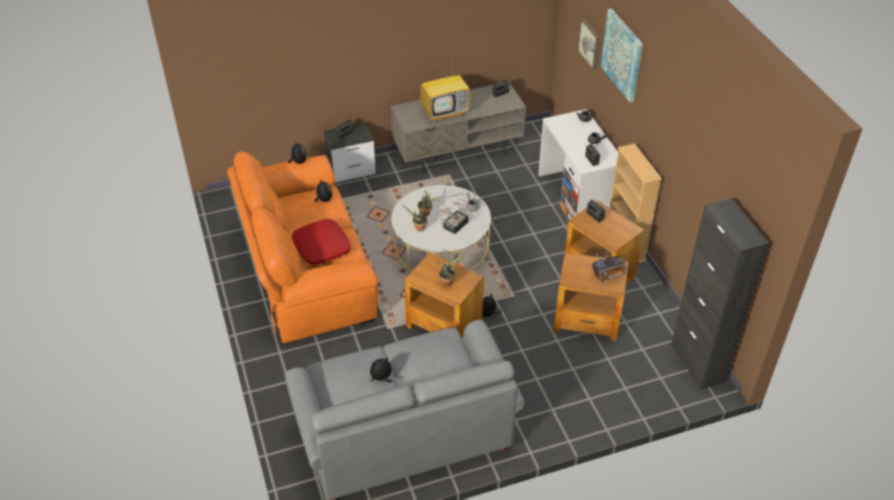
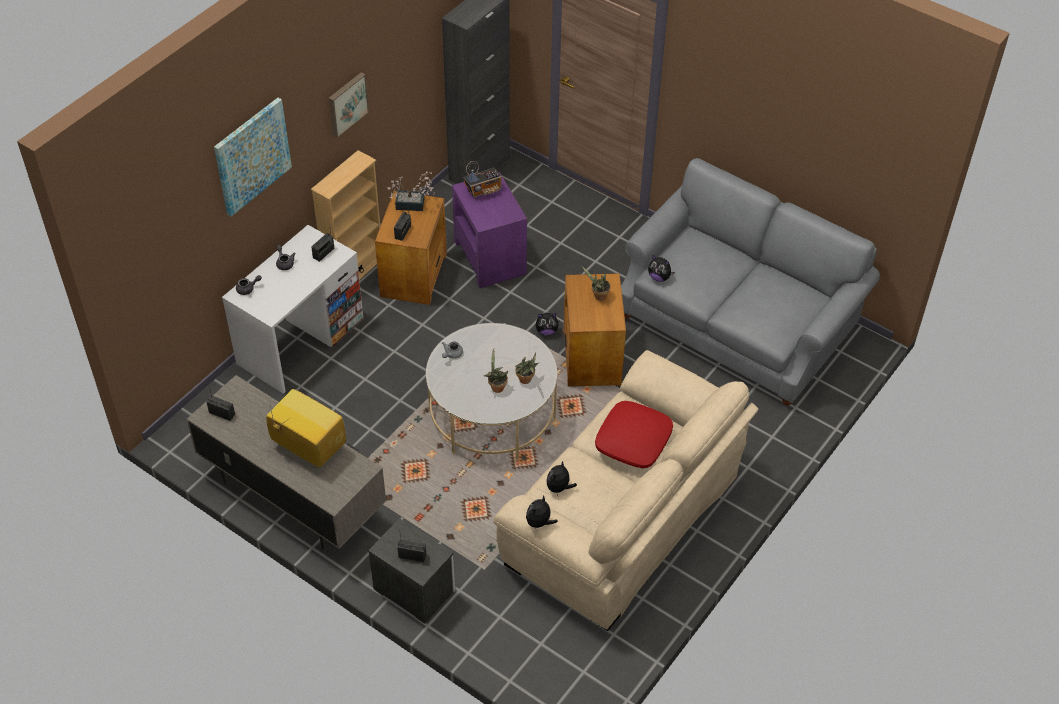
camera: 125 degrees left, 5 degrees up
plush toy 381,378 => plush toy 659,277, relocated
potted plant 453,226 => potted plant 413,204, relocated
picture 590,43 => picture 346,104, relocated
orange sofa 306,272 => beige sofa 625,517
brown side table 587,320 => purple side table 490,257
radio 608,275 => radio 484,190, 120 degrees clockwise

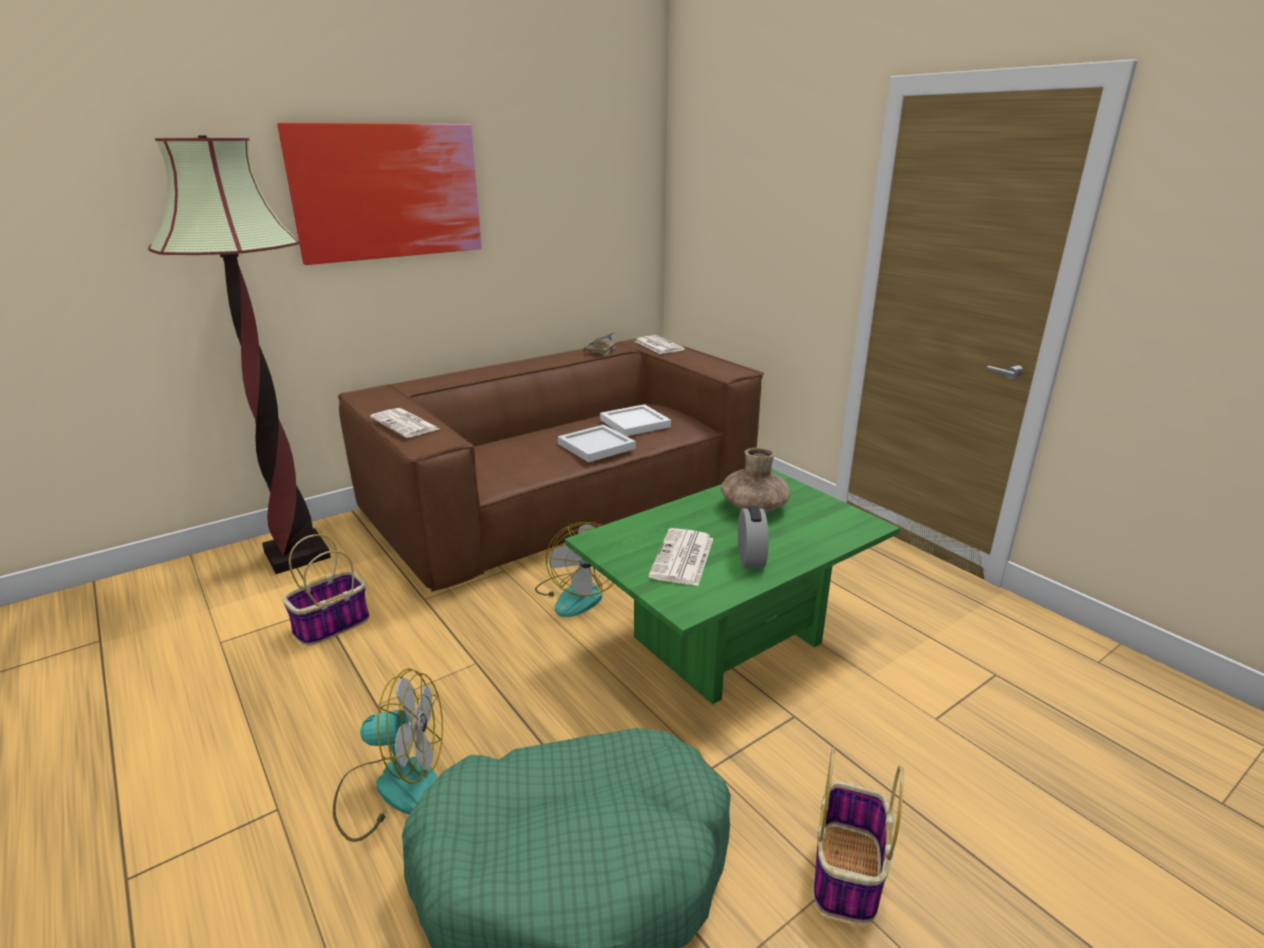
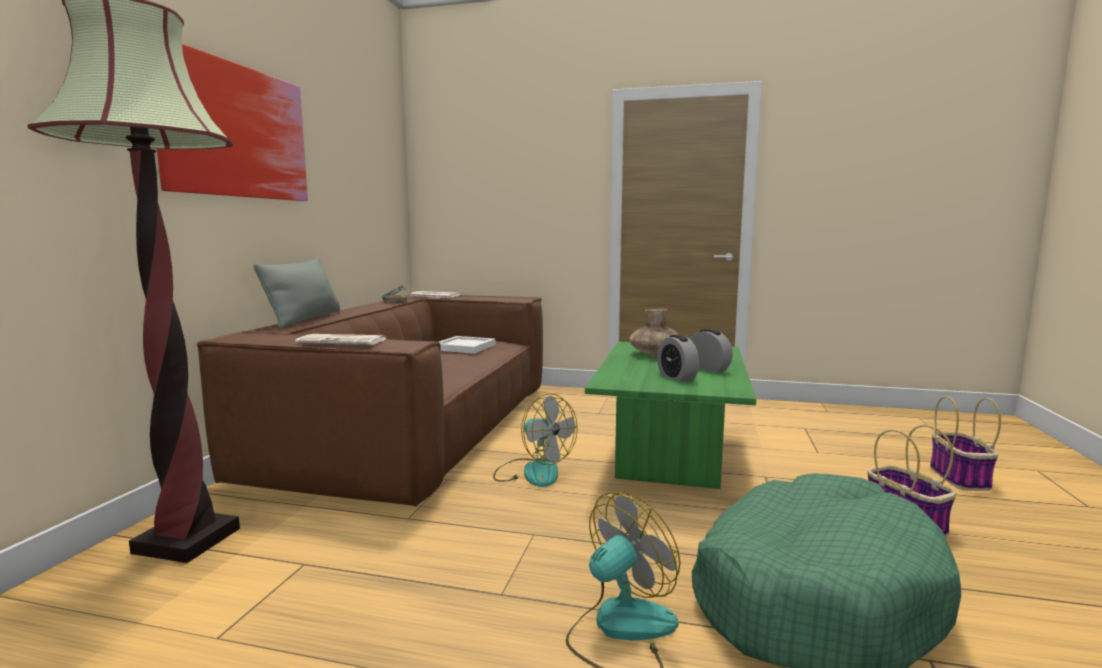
camera: 40 degrees left, 15 degrees down
white tray 597,446 => nothing
nothing => grey pillow 305,319
basket 331,626 => basket 960,478, relocated
newspaper 683,558 => alarm clock 677,377

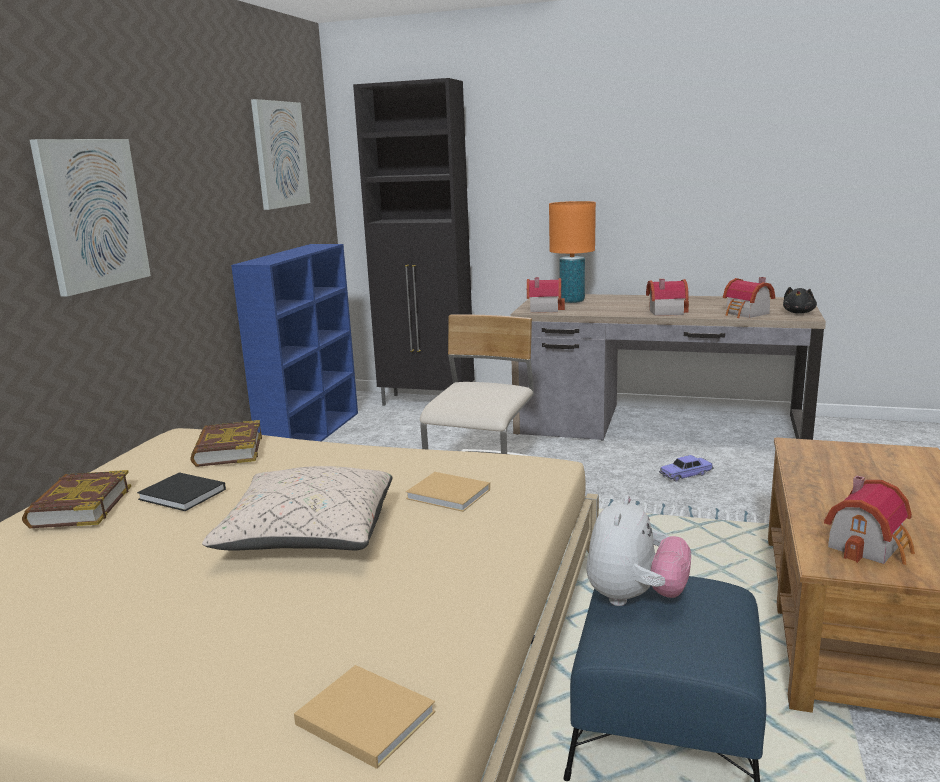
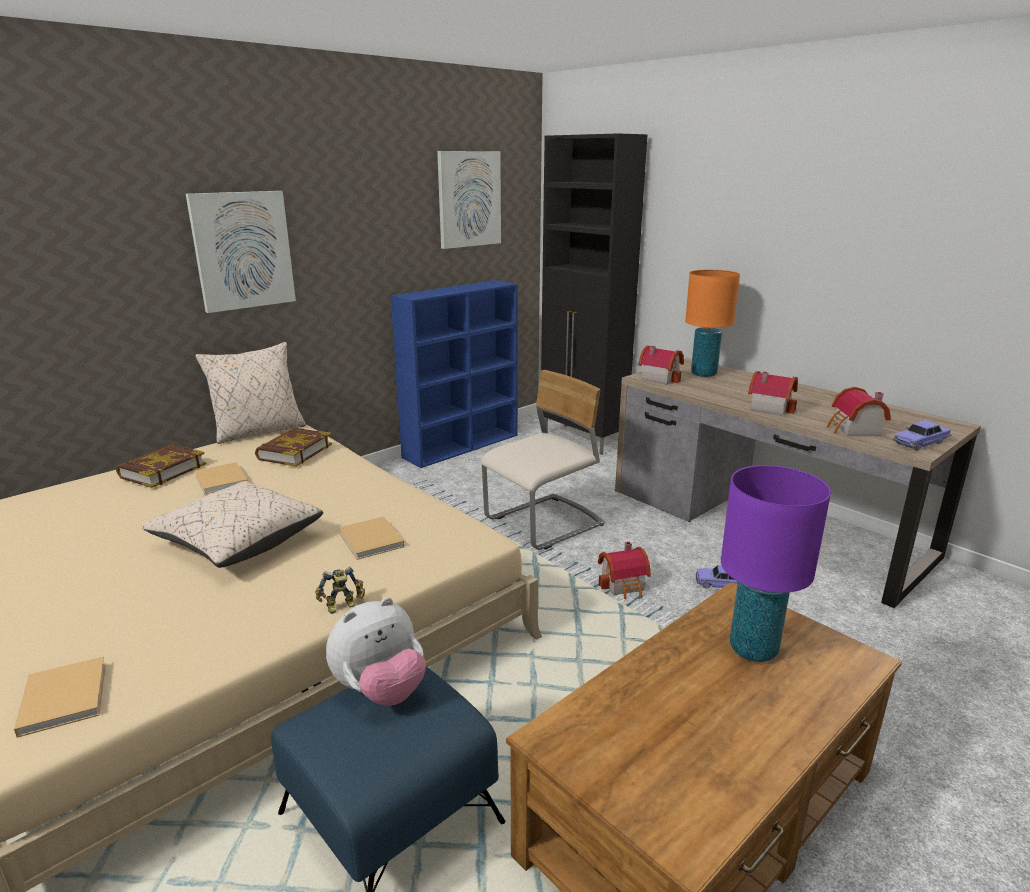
camera: 30 degrees right, 5 degrees up
nothing => beige pillow 259,431
nothing => toy robot 342,607
nothing => purple table lamp 753,649
toy house 870,546 => toy house 624,585, relocated
black plush toy 799,312 => toy car 920,443
black book 184,495 => beige book 222,481

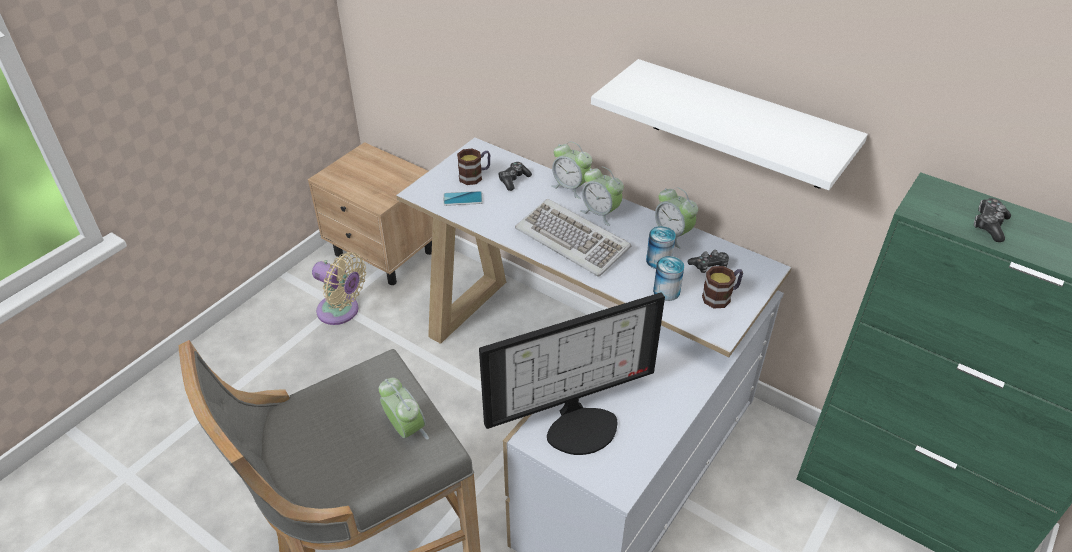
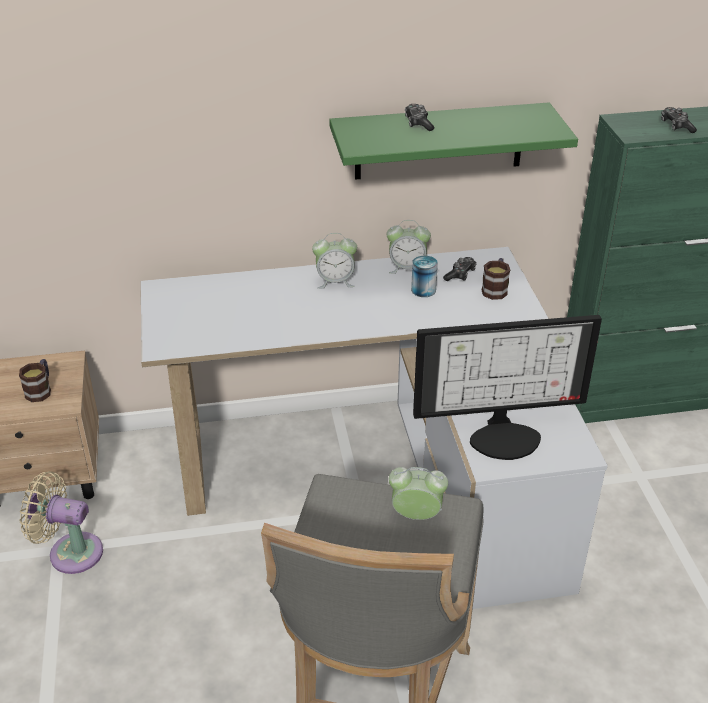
camera: 45 degrees left, 5 degrees down
phone 463,199 => nothing
keyboard 573,240 => nothing
alarm clock 570,187 => nothing
can 666,291 => nothing
mug 475,176 => mug 40,390, relocated
game controller 513,180 => game controller 418,123, relocated
white shelf 739,125 => green shelf 439,141
beige fan 341,311 => beige fan 70,552, 150 degrees counterclockwise
monitor 580,424 => monitor 504,435, 60 degrees clockwise

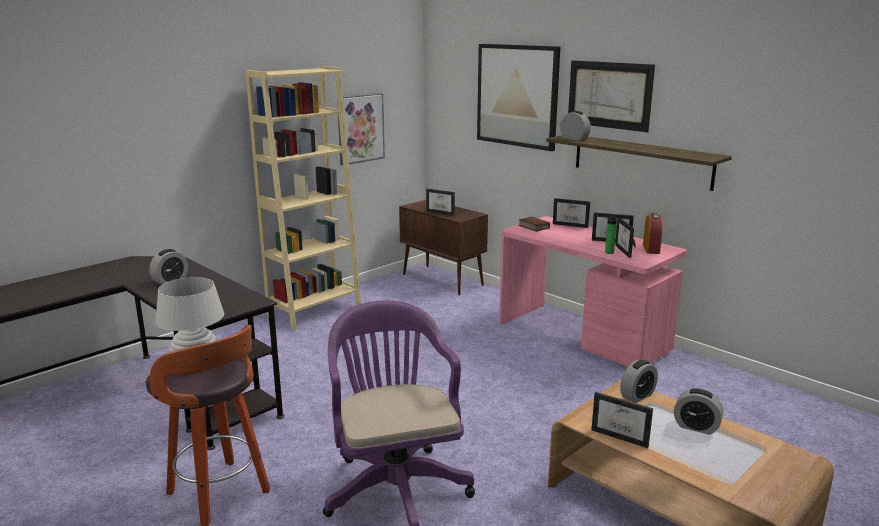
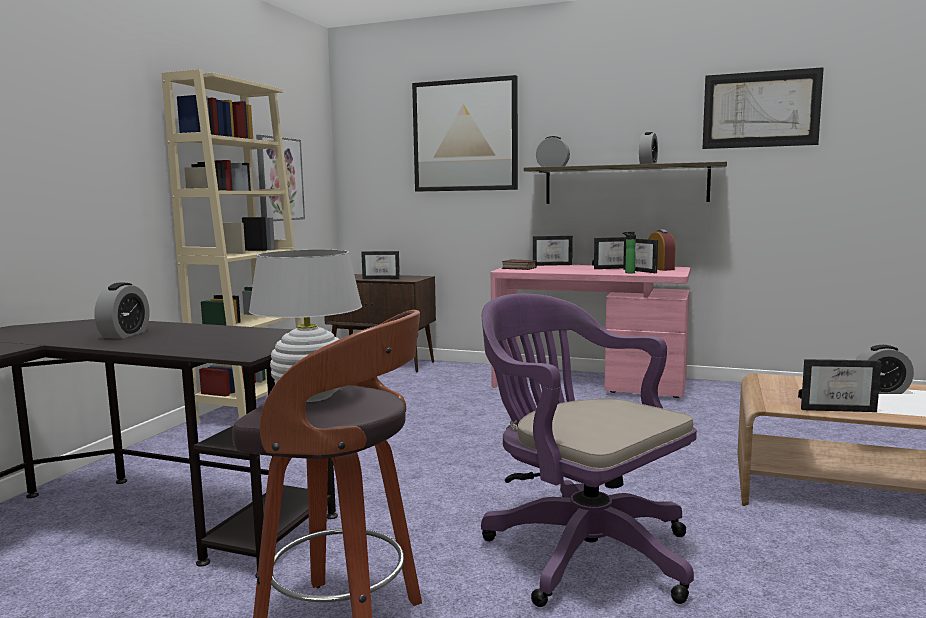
camera: 25 degrees left, 10 degrees down
picture 609,95 => picture 760,109, relocated
alarm clock 637,396 => alarm clock 648,164, relocated

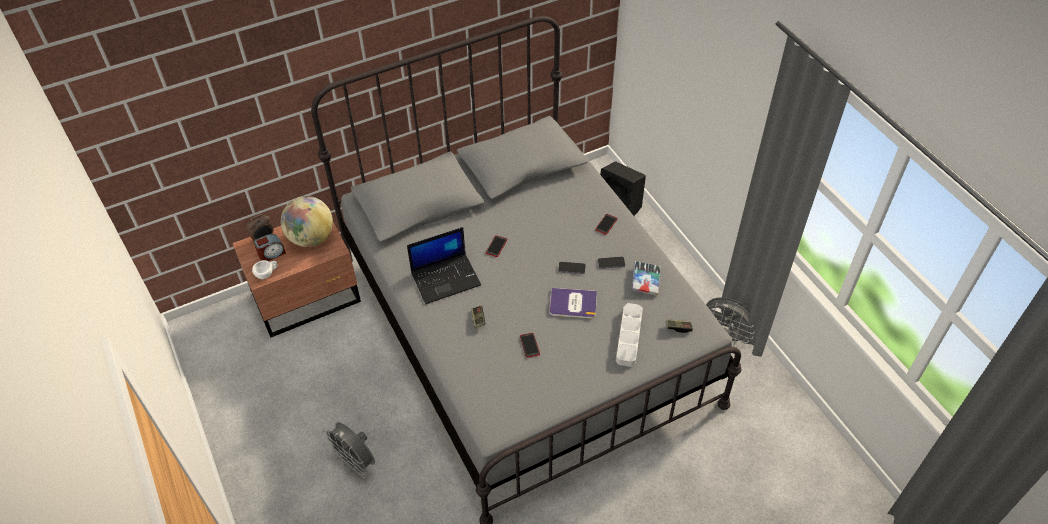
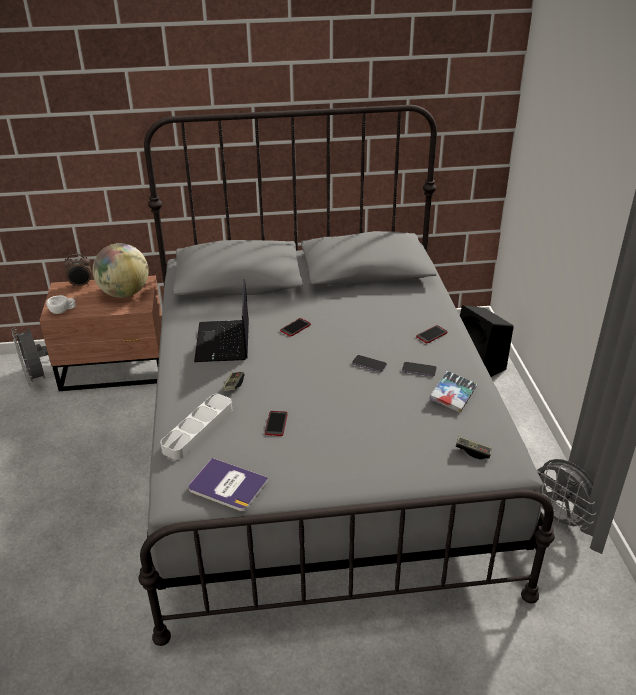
camera: 20 degrees right, 15 degrees down
alarm clock 271,254 => nothing
grey fan 355,462 => grey fan 37,379, relocated
book 573,304 => book 227,485, relocated
grey tray 629,337 => grey tray 198,429, relocated
laptop 446,278 => laptop 224,342, 90 degrees clockwise

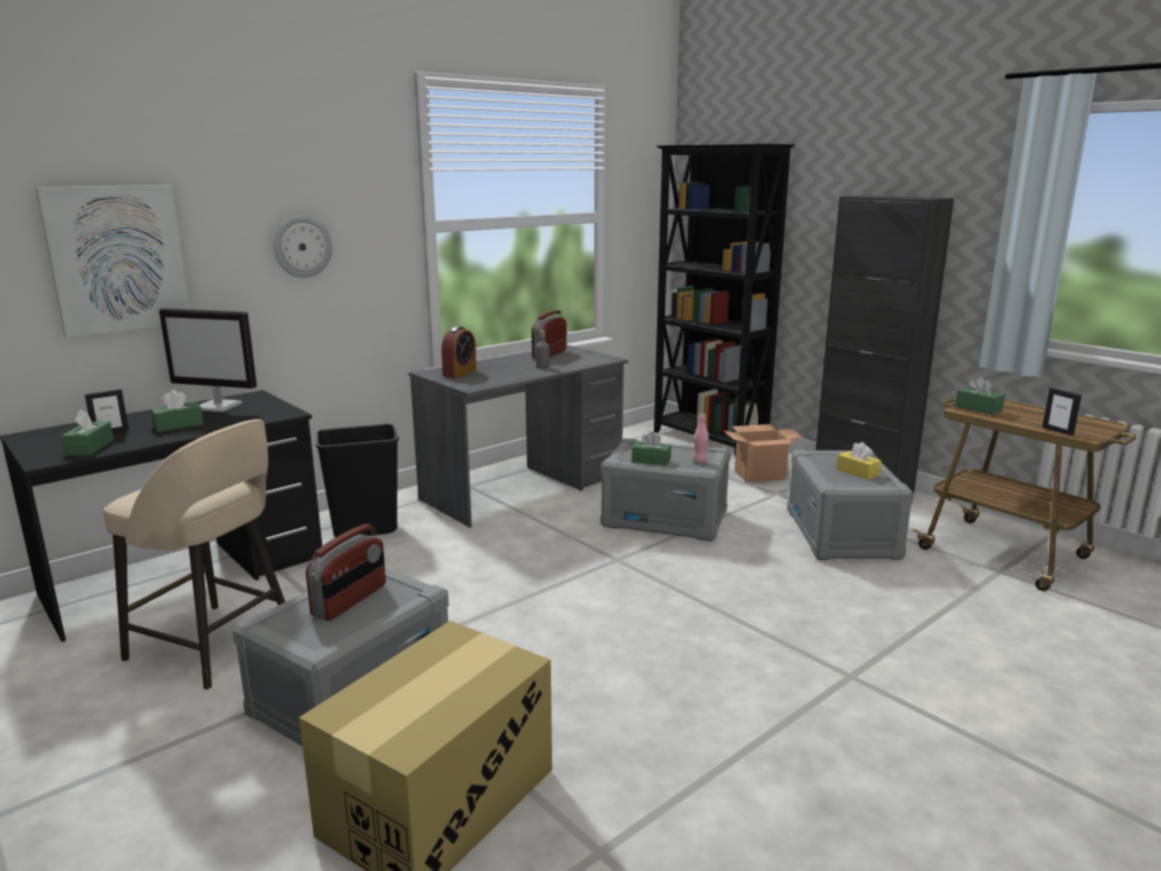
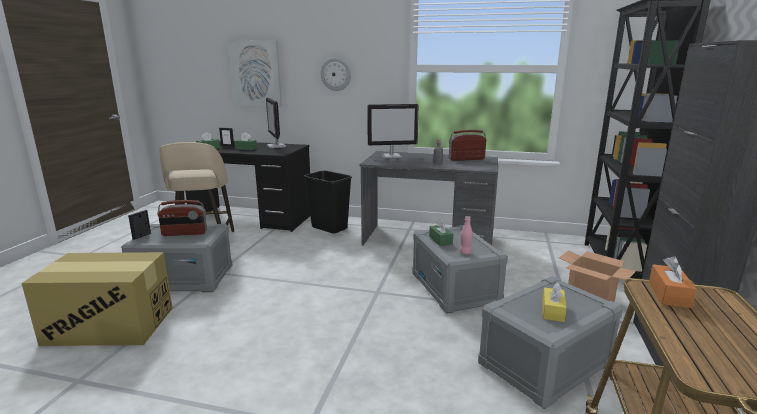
camera: 55 degrees right, 0 degrees up
picture frame 1057,431 => picture frame 142,236, relocated
alarm clock 459,373 => monitor 392,156
green tissue box 978,408 => orange tissue box 669,294

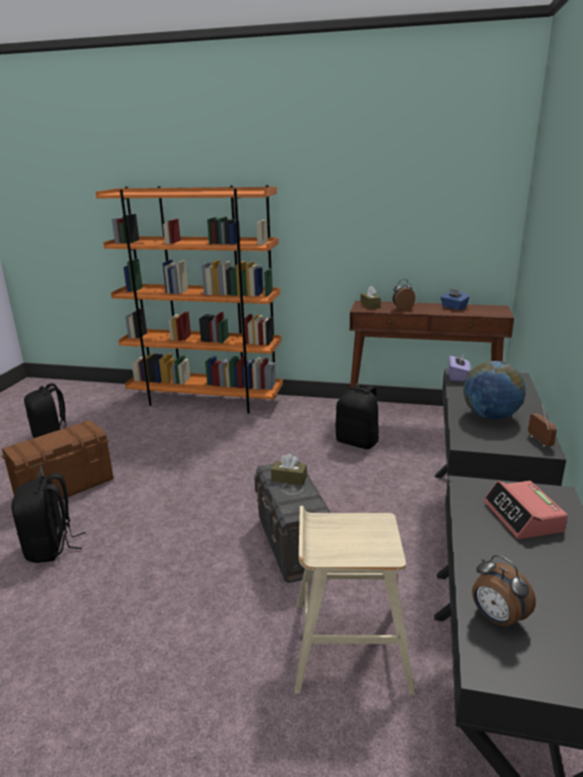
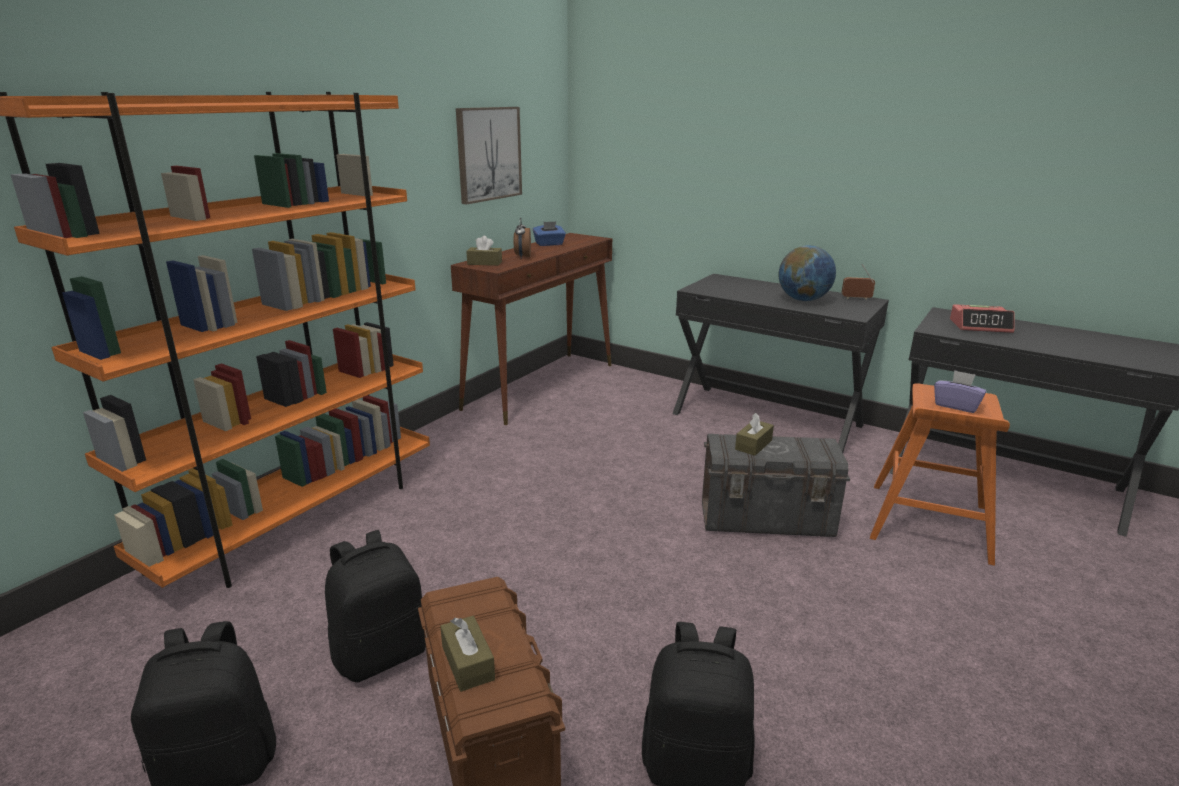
camera: 70 degrees left, 0 degrees up
alarm clock 496,618 => nothing
nothing => brown tissue box 468,663
nothing => picture 488,154
black backpack 358,442 => black backpack 381,653, relocated
purple tissue box 458,377 => purple tissue box 956,405, relocated
beige stool 348,644 => orange stool 928,523

